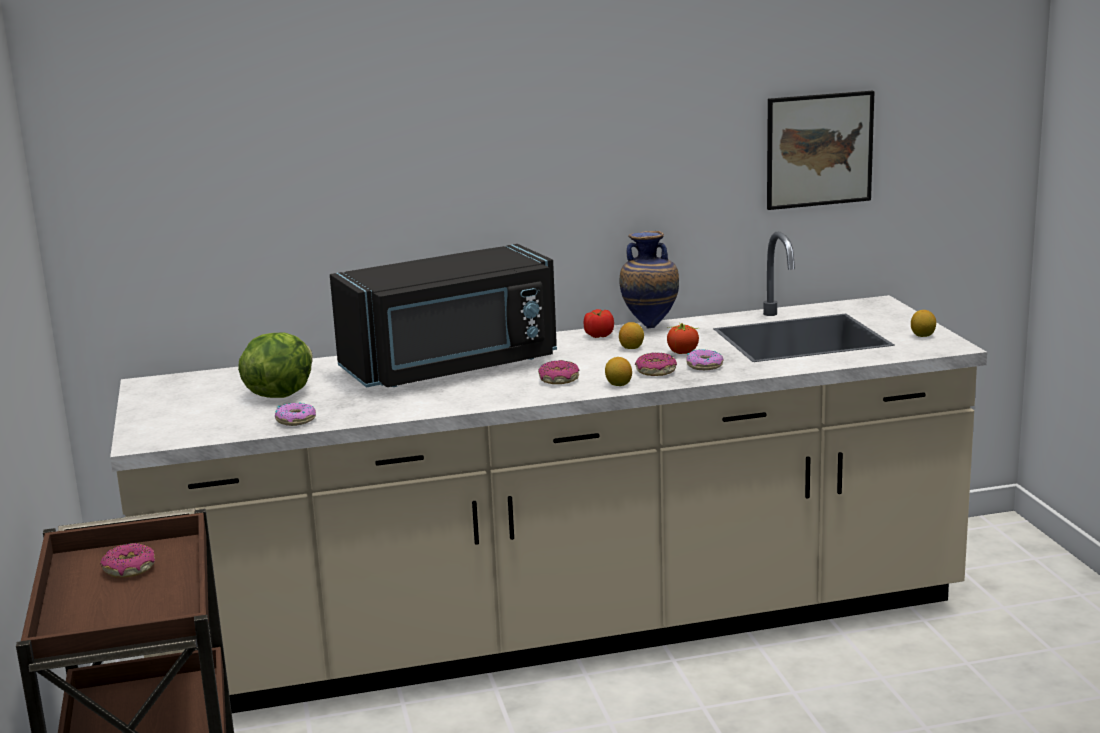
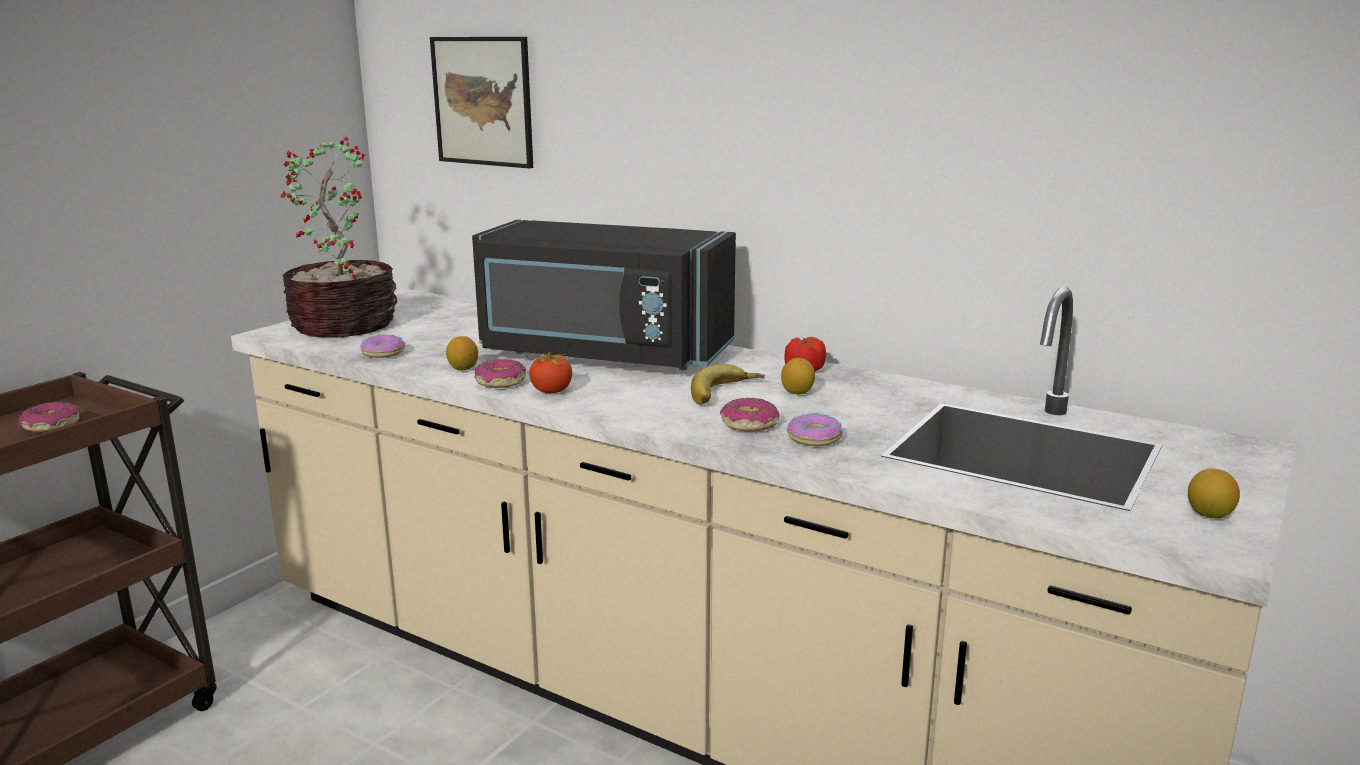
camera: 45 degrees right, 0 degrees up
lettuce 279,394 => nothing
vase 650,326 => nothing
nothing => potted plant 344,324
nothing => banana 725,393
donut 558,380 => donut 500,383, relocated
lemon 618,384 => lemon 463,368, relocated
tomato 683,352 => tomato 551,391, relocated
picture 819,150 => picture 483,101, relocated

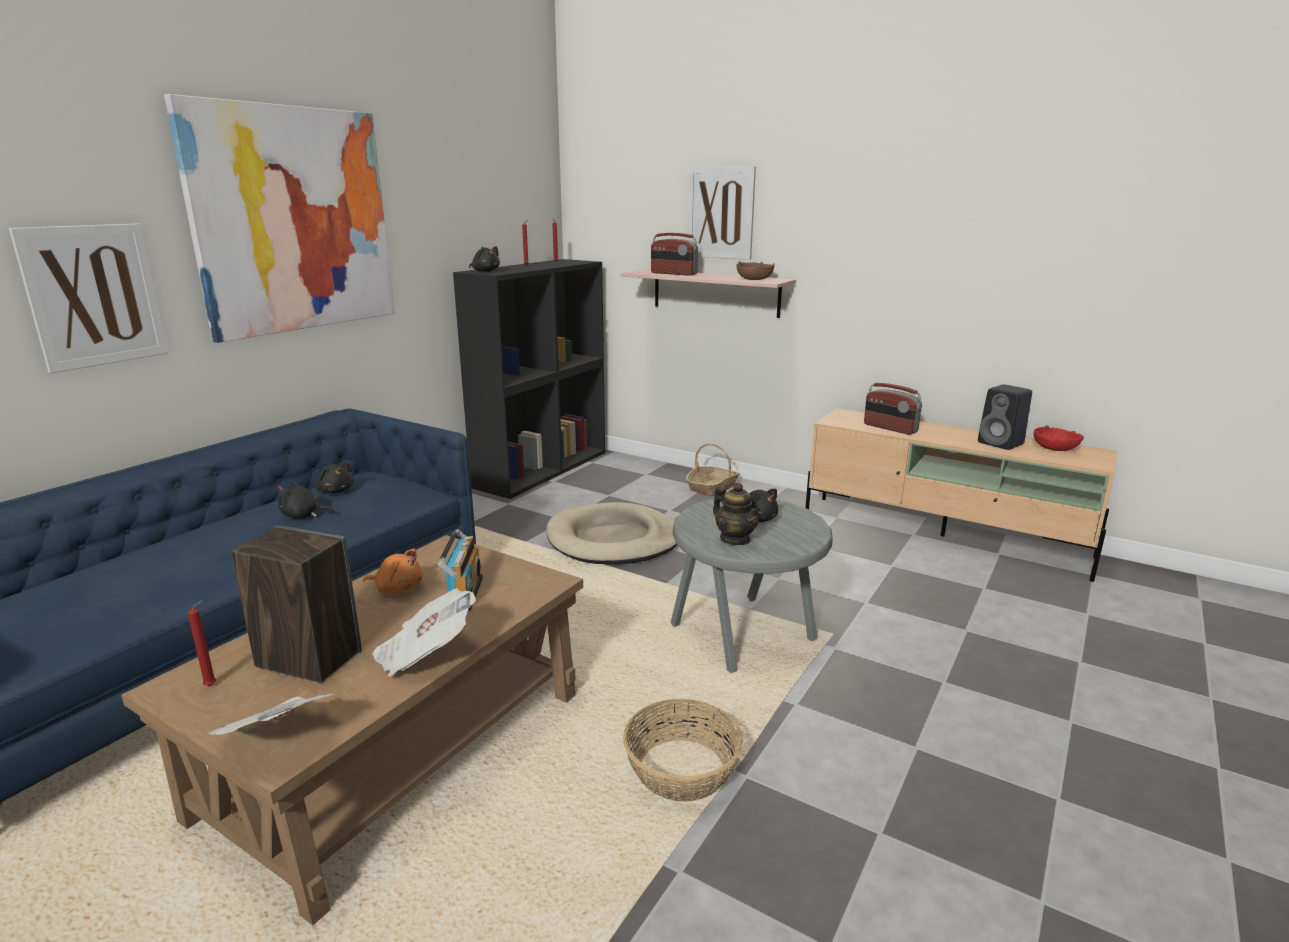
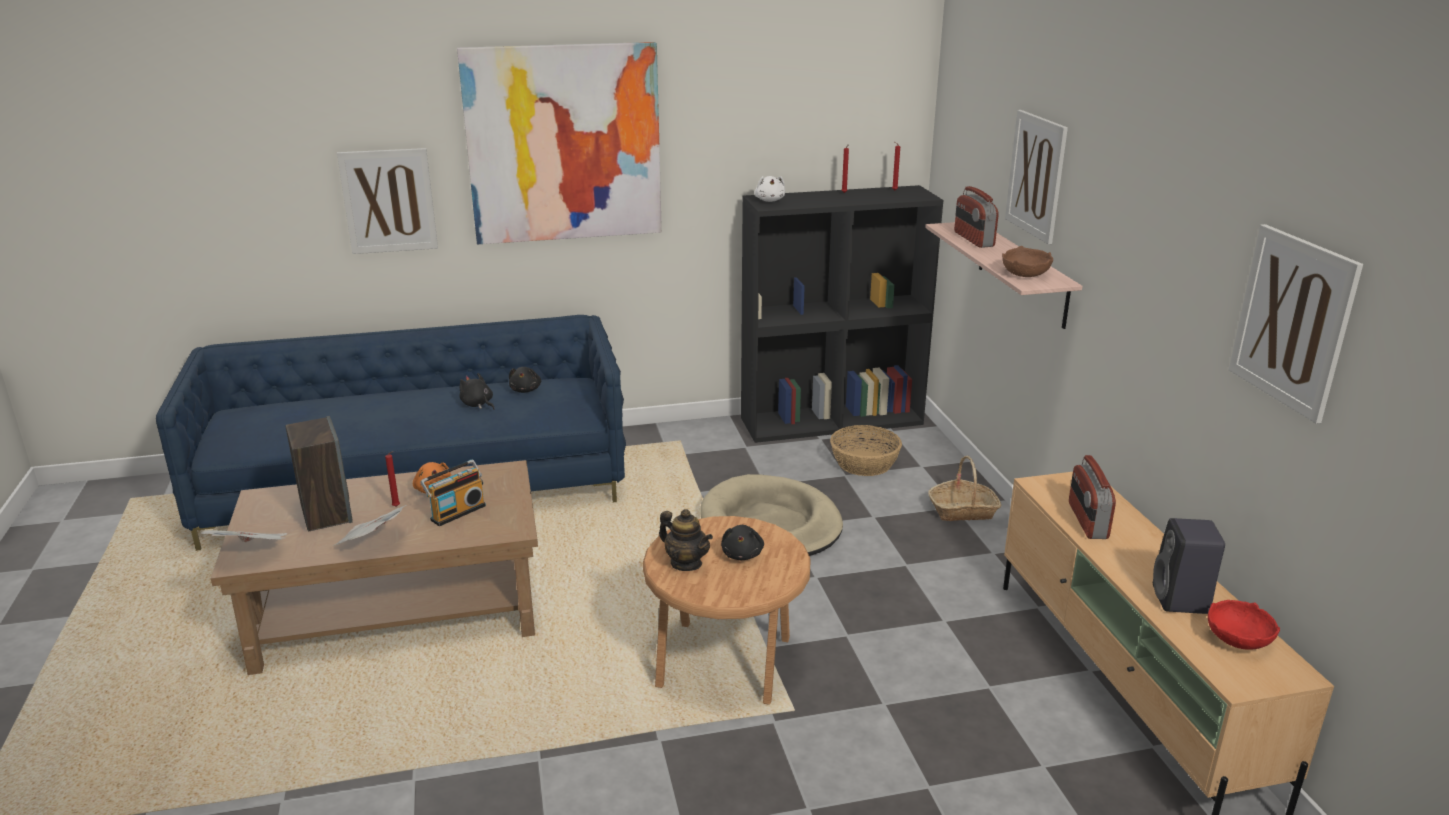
camera: 45 degrees right, 5 degrees up
nothing => picture 1292,321
red candle 212,685 => red candle 397,507, relocated
basket 680,770 => basket 864,463, relocated
black plush toy 485,271 => white plush toy 770,200
grey side table 745,633 => brown side table 727,664
teapot 735,539 => teapot 686,563, 60 degrees counterclockwise

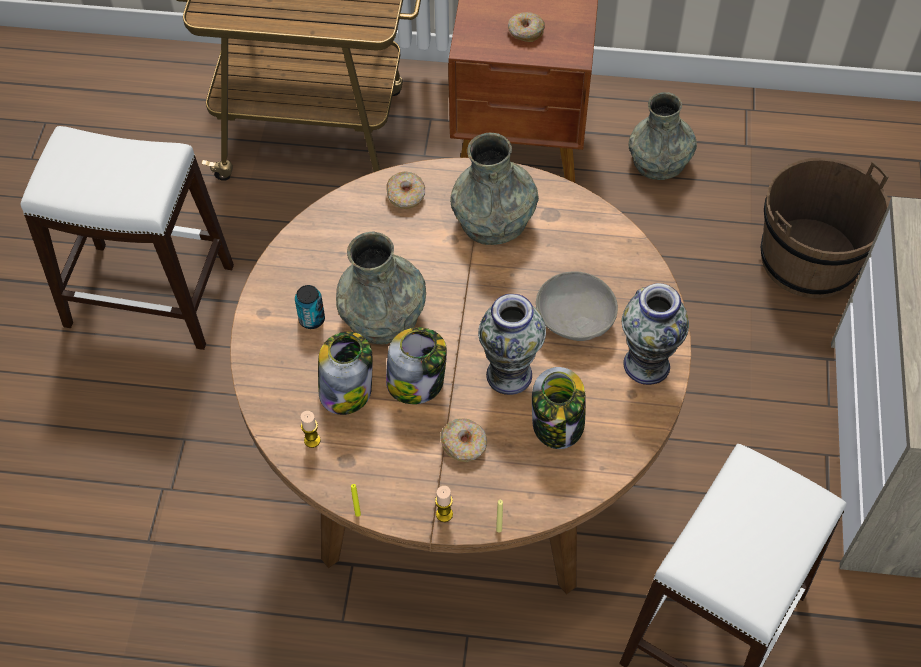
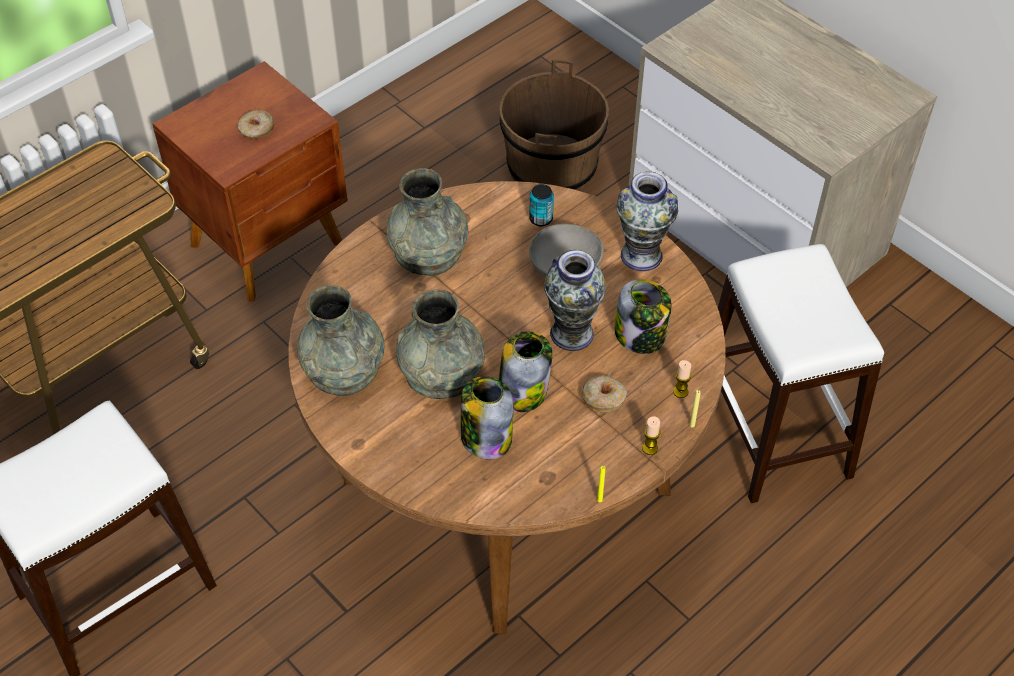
camera: 50 degrees left, 5 degrees down
donut 406,195 => nothing
can 312,319 => can 541,219, relocated
candle 312,440 => candle 680,392, relocated
grey vase 659,160 => grey vase 343,367, relocated

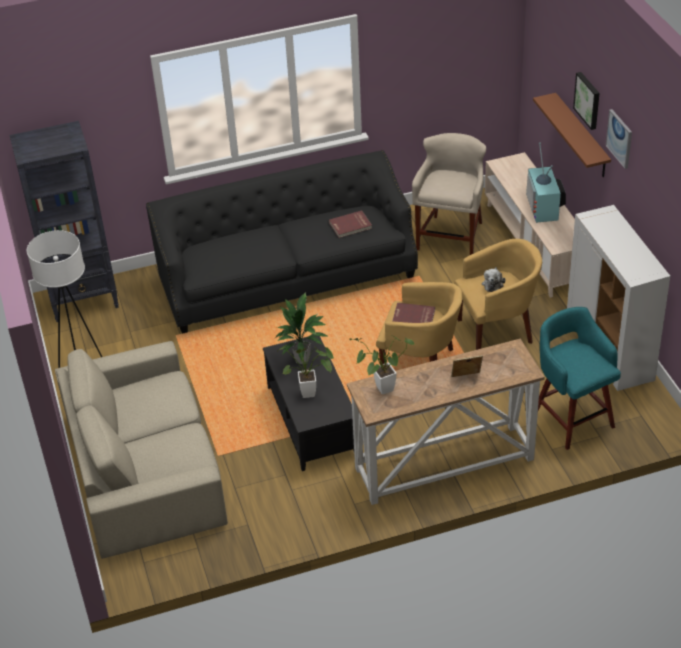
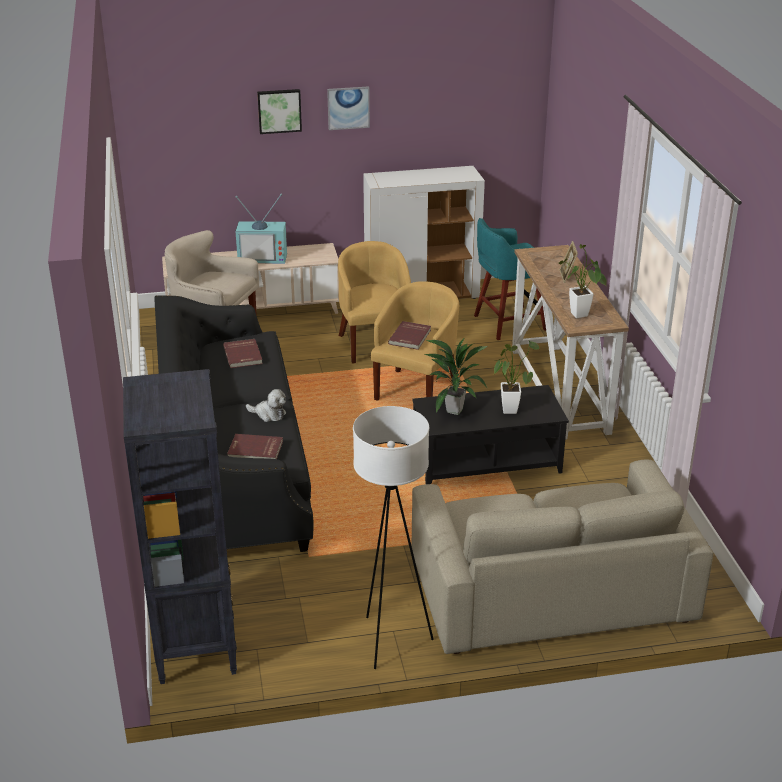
camera: 85 degrees left, 10 degrees down
brown shelf 581,136 => nothing
nothing => red book 255,450
plush toy 493,284 => plush toy 269,414, relocated

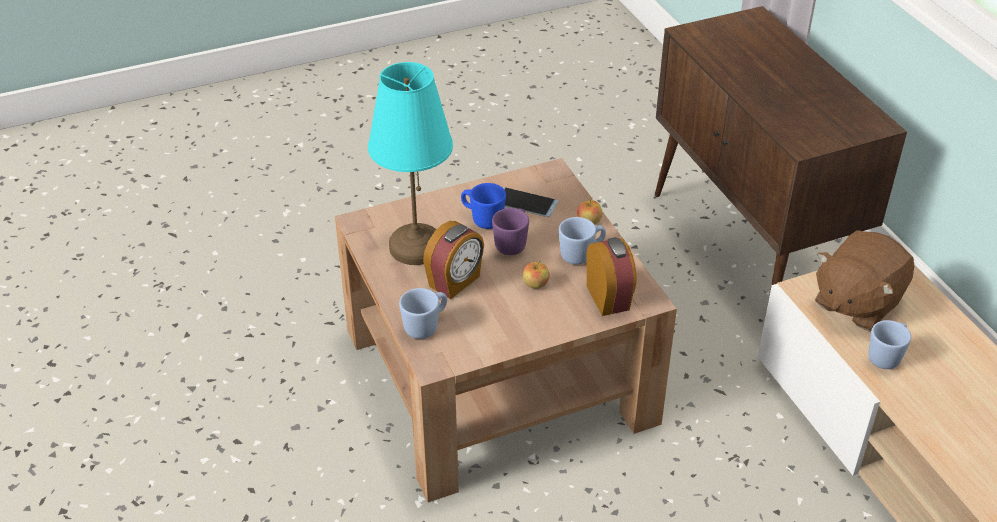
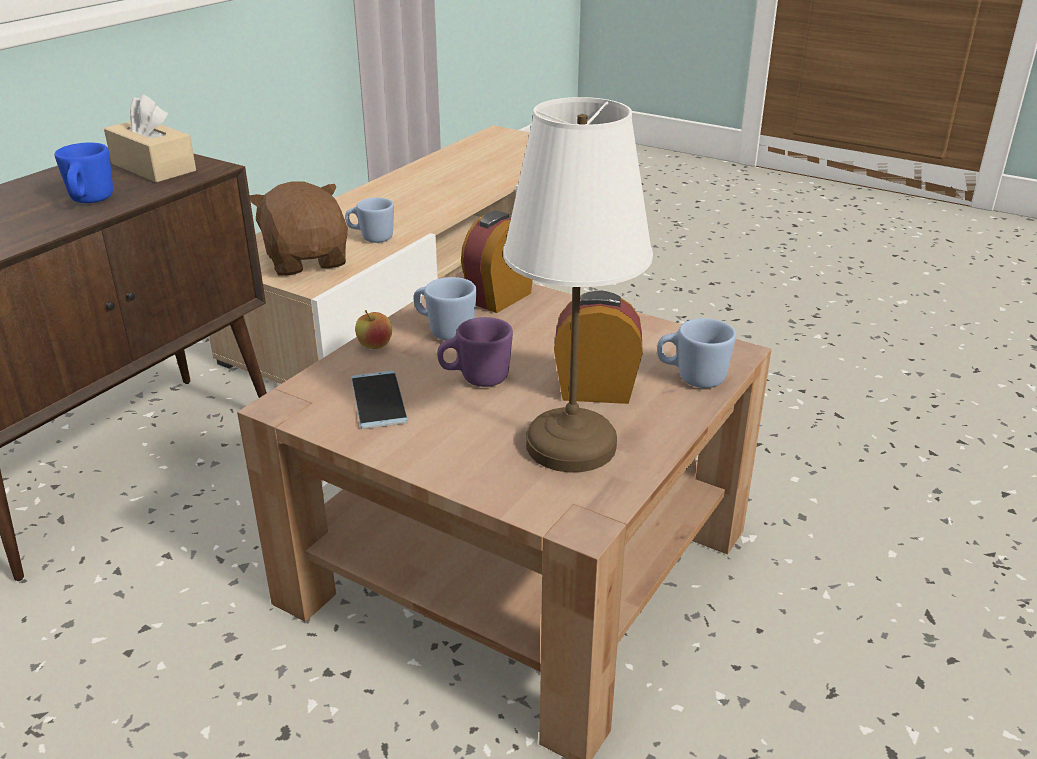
camera: 125 degrees left, 10 degrees down
apple 535,284 => nothing
nothing => beige tissue box 153,167
blue mug 482,219 => blue mug 90,201, relocated
turquoise table lamp 415,247 => white table lamp 572,446
brown plush toy 856,302 => brown plush toy 307,260, 120 degrees counterclockwise

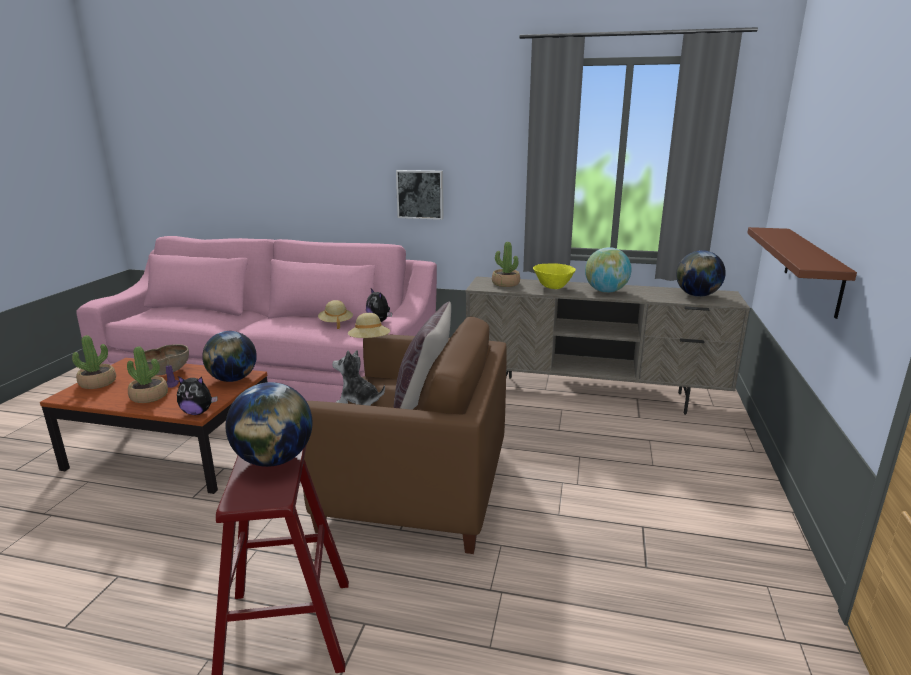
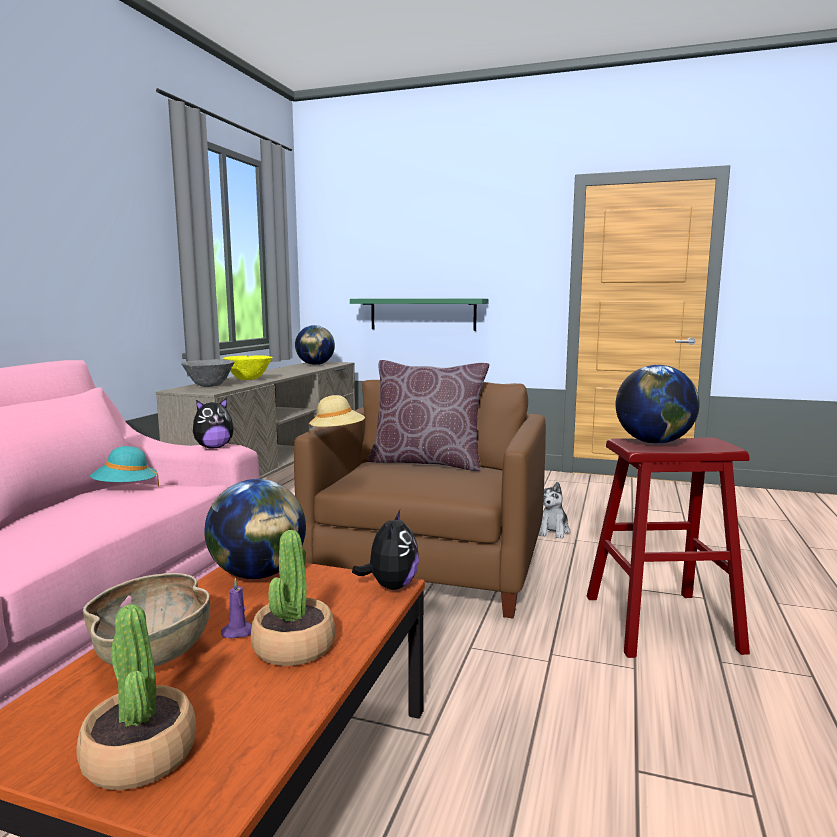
camera: 85 degrees left, 10 degrees down
picture 420,194 => nothing
globe 606,291 => nothing
plush toy 358,403 => plush toy 553,531, relocated
potted plant 505,284 => grey bowl 209,386
beige hat 336,323 => turquoise hat 125,489
brown shelf 813,270 => green shelf 422,314

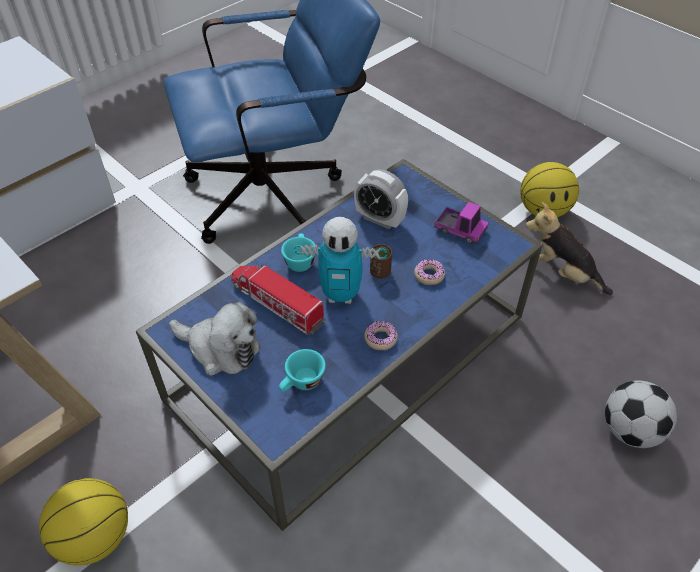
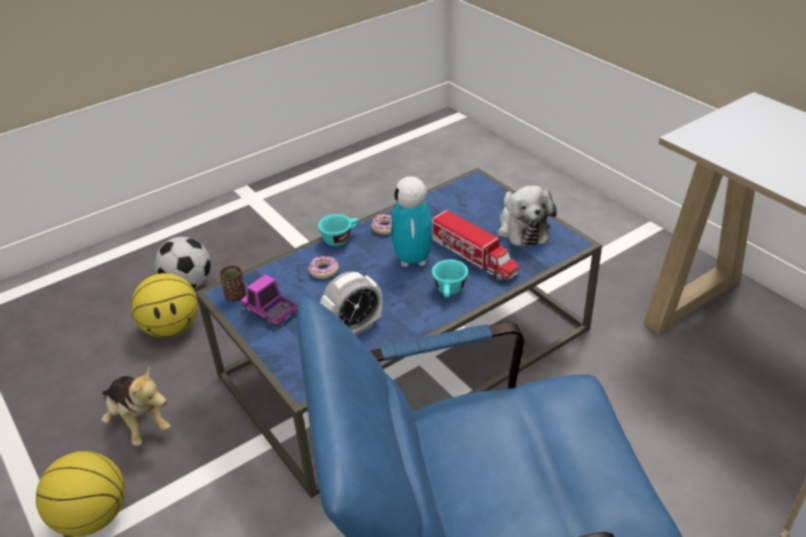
camera: 170 degrees left, 10 degrees down
basketball 95,537 => basketball 172,328, relocated
turquoise cup 302,383 => turquoise cup 340,238, relocated
brown cup 380,272 => brown cup 235,296, relocated
plush toy 220,349 => plush toy 522,228, 135 degrees counterclockwise
toy robot 341,295 => toy robot 413,260, 105 degrees counterclockwise
alarm clock 380,219 => alarm clock 354,328, 105 degrees clockwise

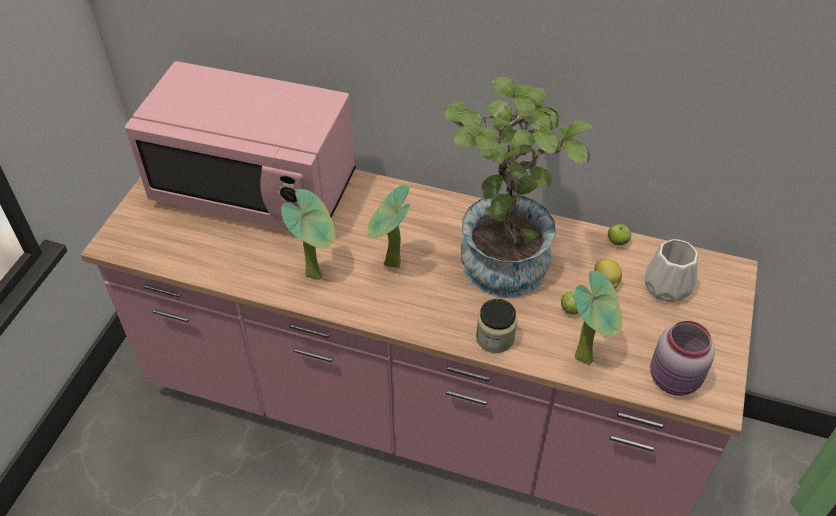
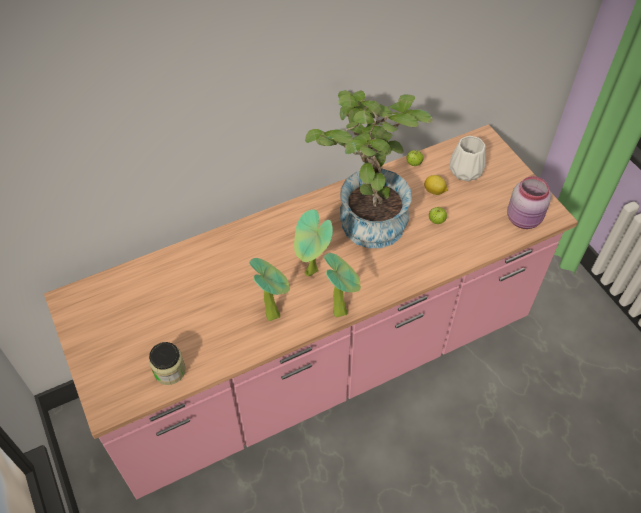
camera: 45 degrees left, 5 degrees up
pink microwave 256,189 => nothing
jar 495,338 => jar 169,371, relocated
potted plant 587,357 => potted plant 341,310, relocated

